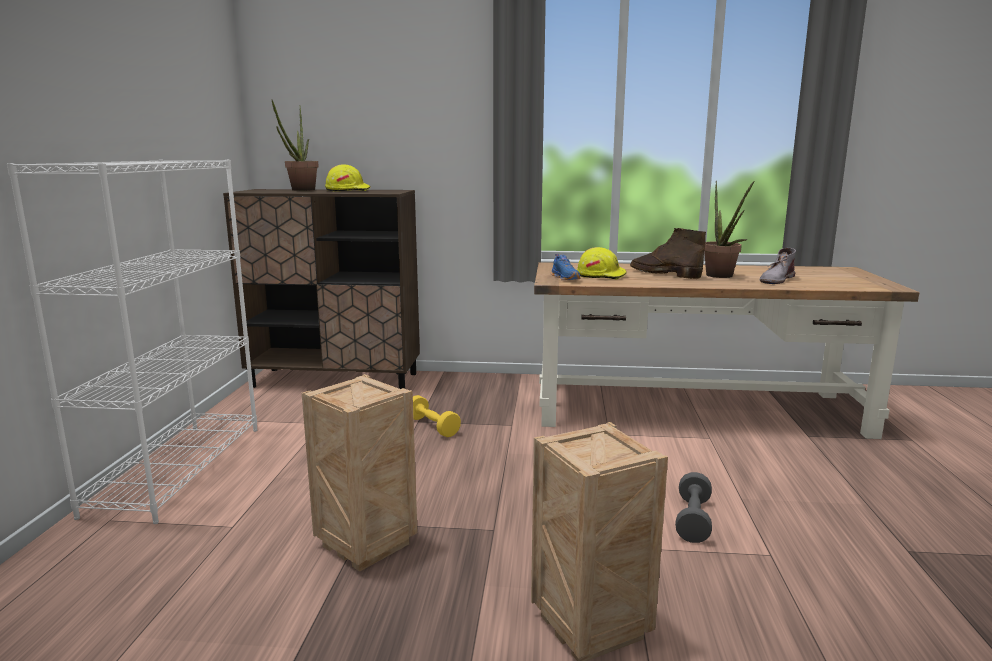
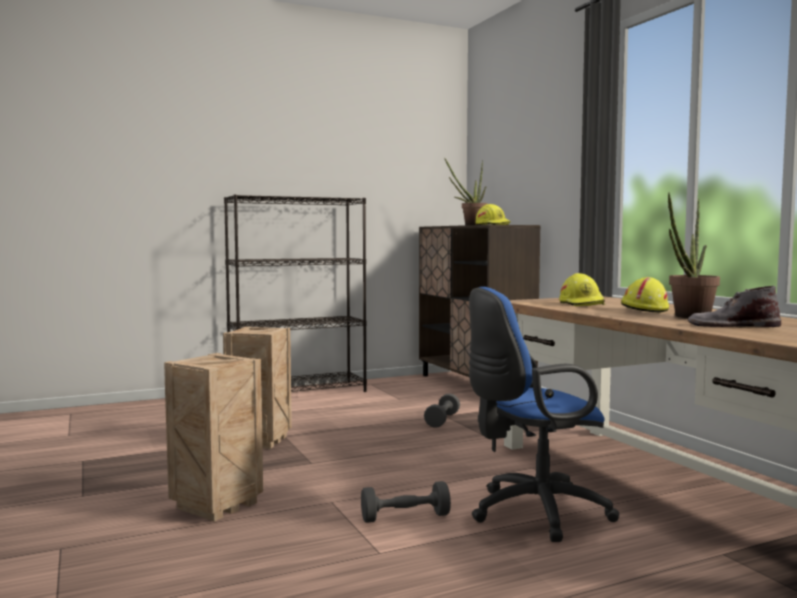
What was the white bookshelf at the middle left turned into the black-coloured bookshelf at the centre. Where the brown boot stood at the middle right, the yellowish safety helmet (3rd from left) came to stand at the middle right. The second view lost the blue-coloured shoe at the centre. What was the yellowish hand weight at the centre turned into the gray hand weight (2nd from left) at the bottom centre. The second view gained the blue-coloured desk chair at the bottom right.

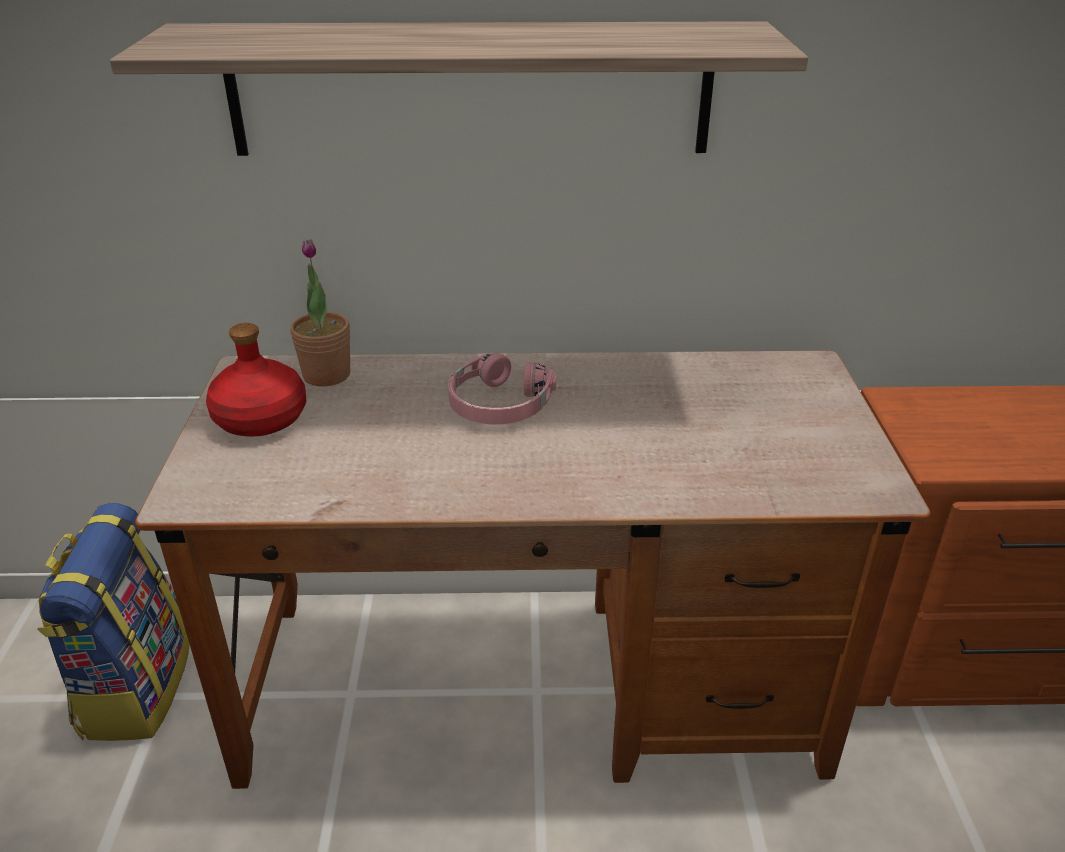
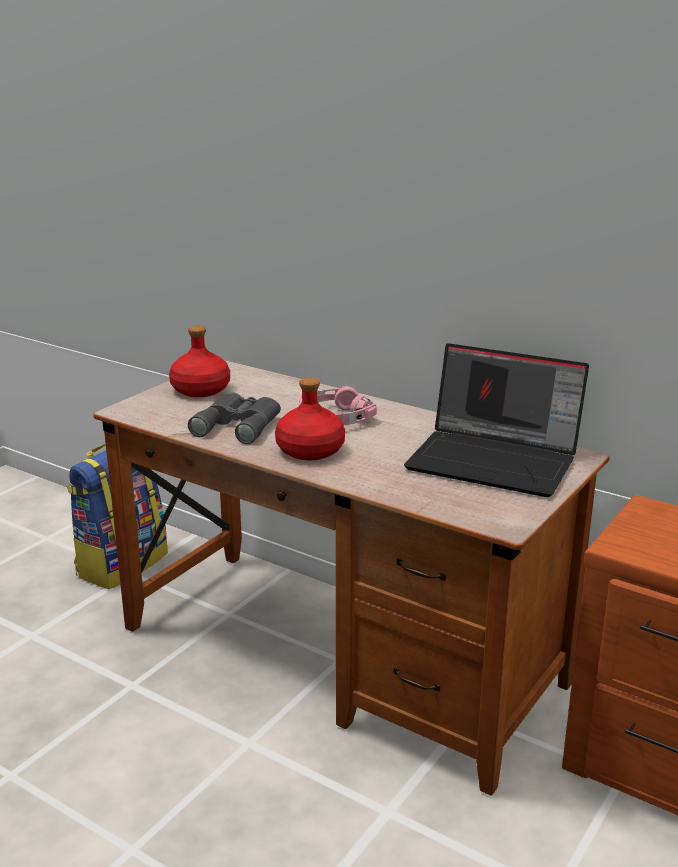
The second view lost the bracket shelf at the top centre. The second view lost the plant in a pot at the middle left. The second view gained the portable computer at the middle right. The second view gained the red-coloured bottle (2nd from left) at the centre. The second view gained the gray pair of binoculars at the centre.

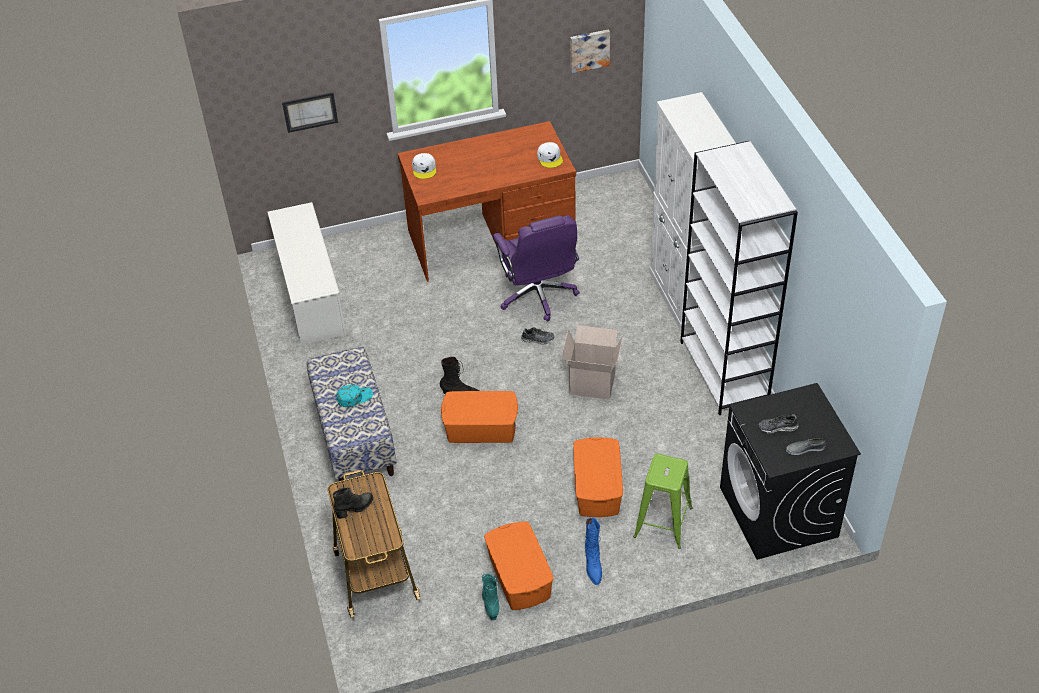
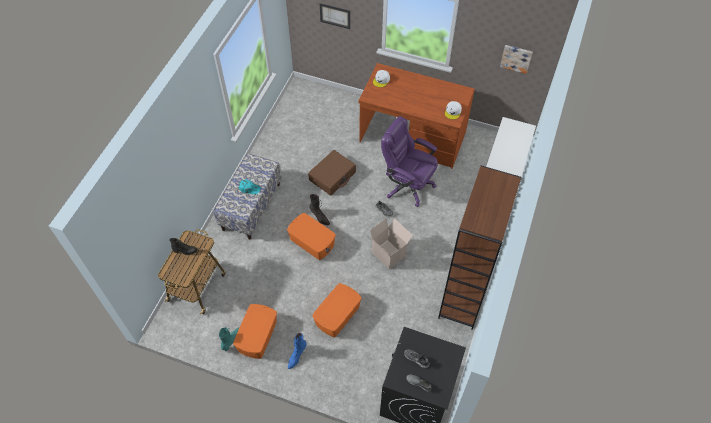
What was the white bookshelf at the middle right turned into the brown bookshelf at the middle right. The second view lost the white shoe rack at the middle left. The purple-coloured desk chair at the centre ended up facing another way, 105 degrees clockwise from before. The second view lost the green stool seat at the bottom centre. The second view gained the brown travel case at the centre.

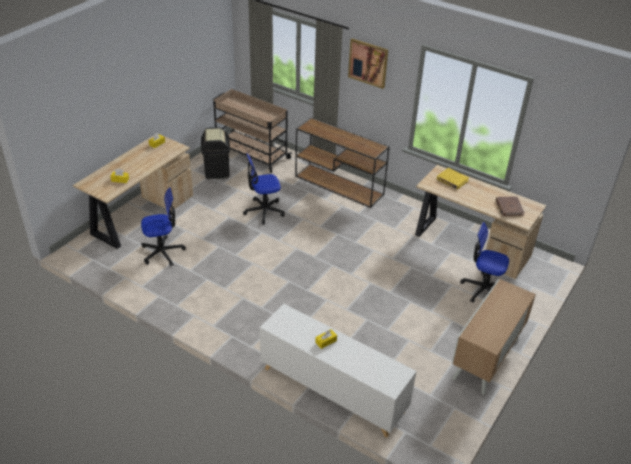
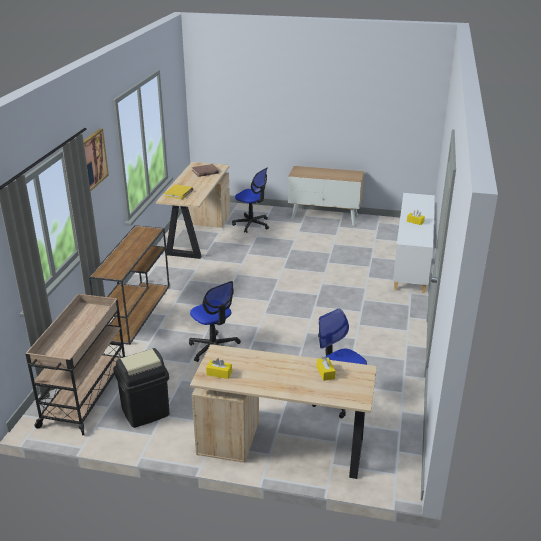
The desk chair (3rd from left in the first image) at the middle right ended up facing another way, 60 degrees counterclockwise from before.

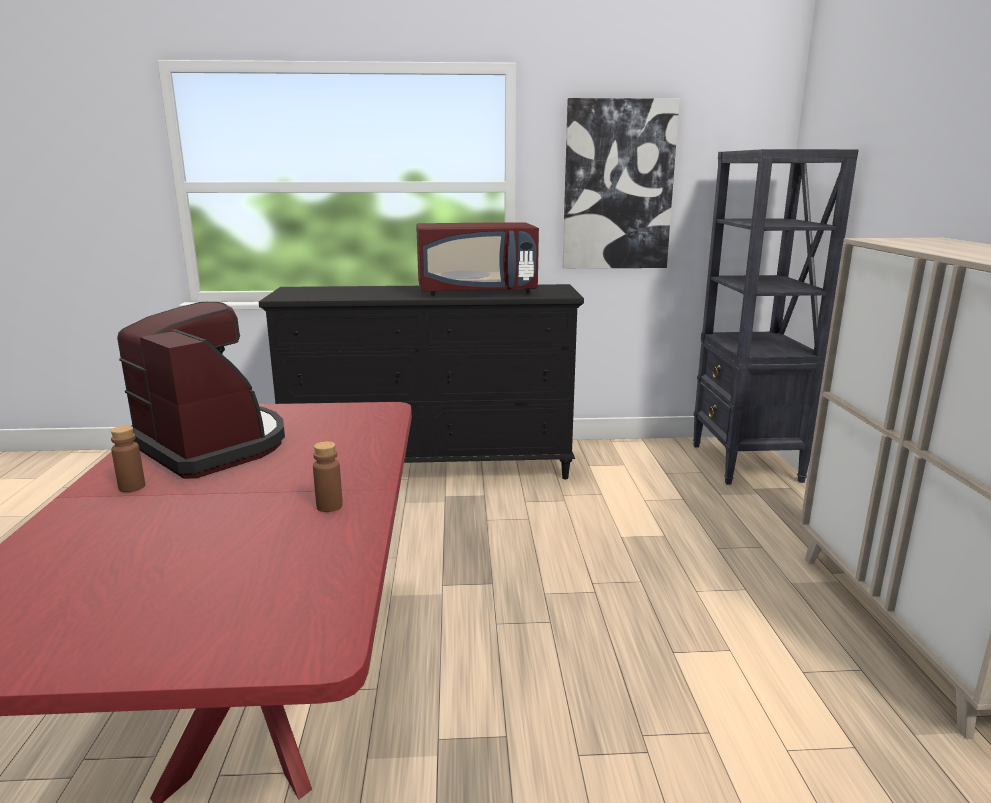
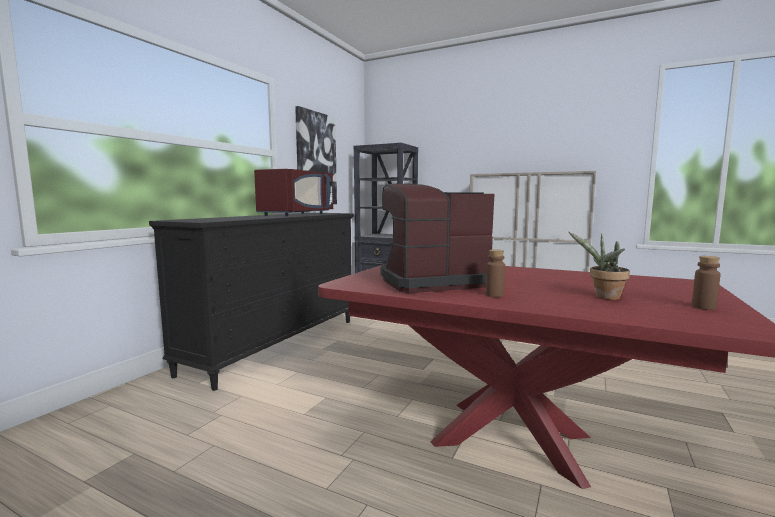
The brown bottle (2nd from left) ended up elsewhere, having gone from the middle left to the middle right. The second view gained the plant in a pot at the middle right.

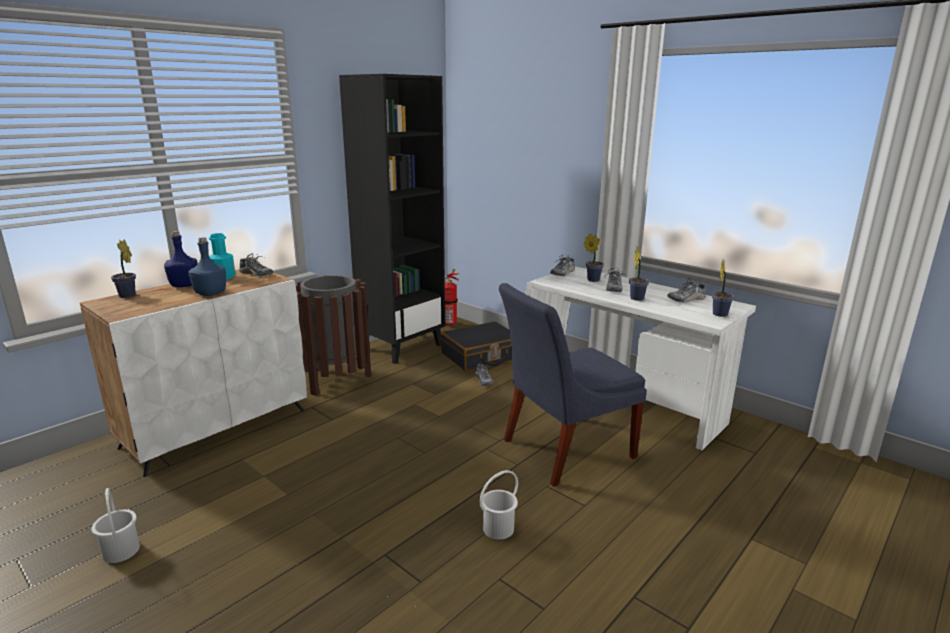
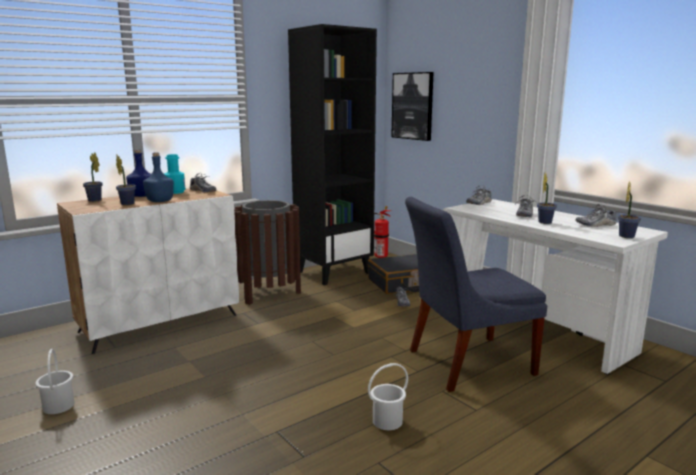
The plant in a pot (2nd from left) ended up elsewhere, having gone from the centre to the middle left. The second view gained the wall picture at the top centre.

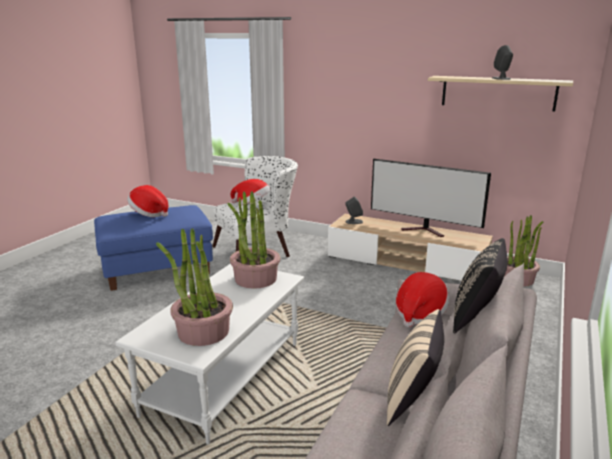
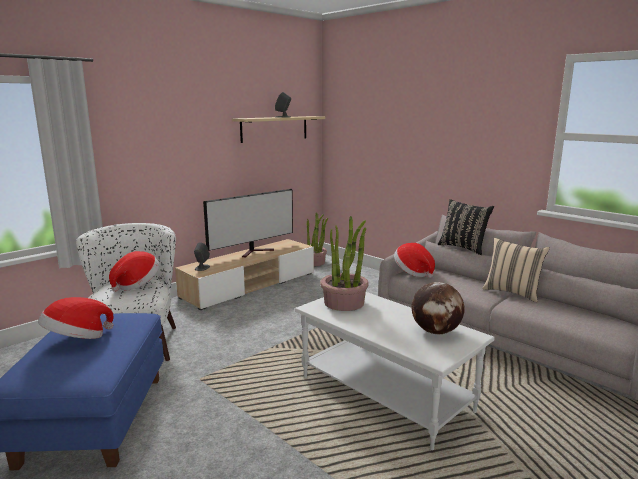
Where the plant in a pot (1st from left) stood at the middle left, the globe came to stand at the middle right.

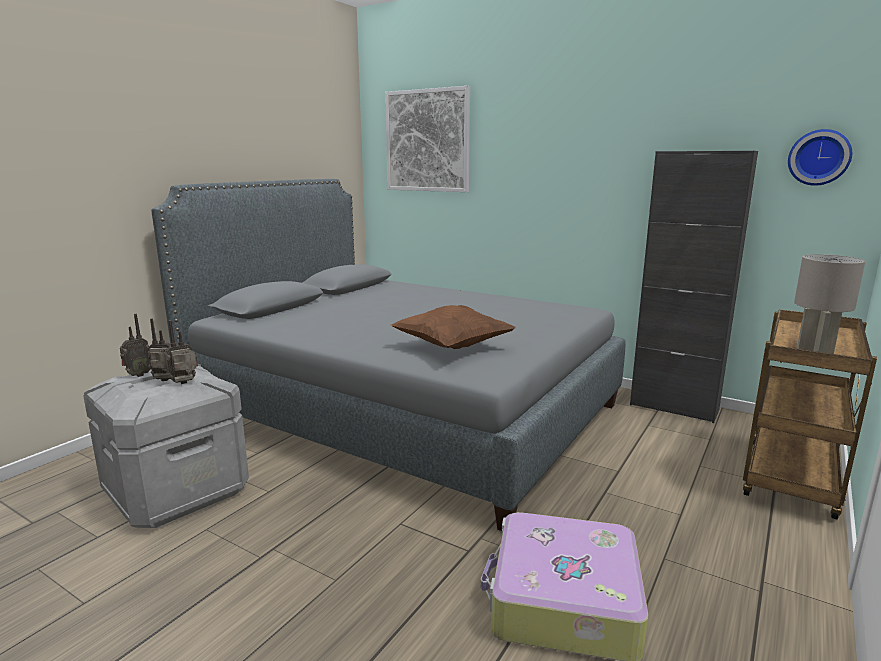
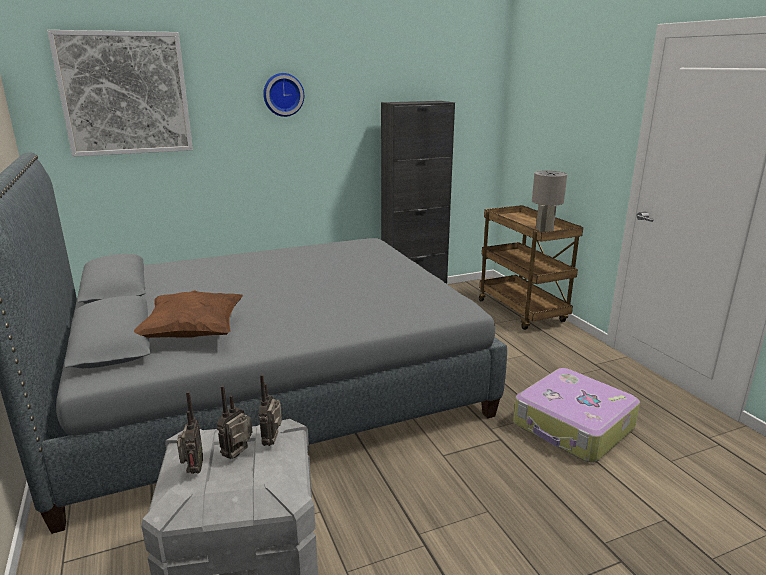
The wall clock ended up elsewhere, having gone from the top right to the top centre. The brown throw pillow ended up elsewhere, having gone from the centre to the middle left.

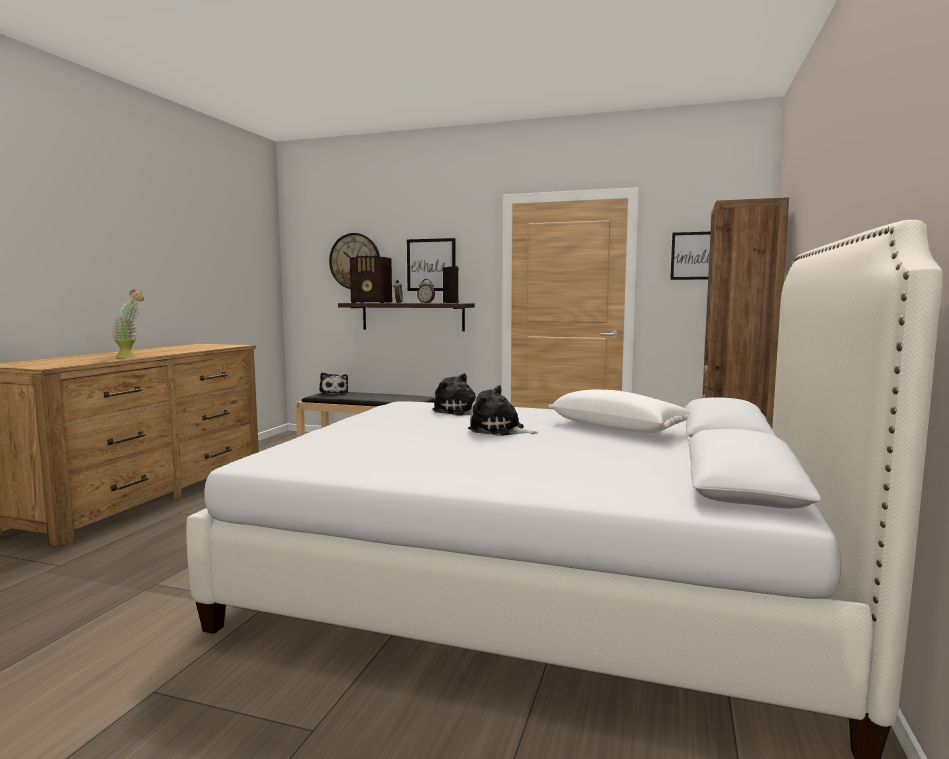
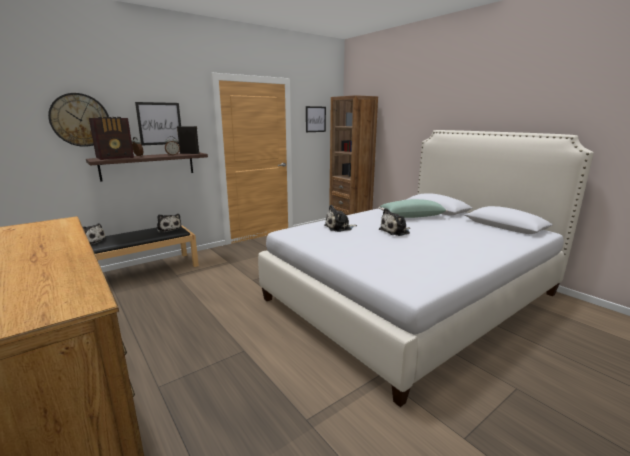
The second view lost the plant in a pot at the middle left. What was the white throw pillow at the centre turned into the green throw pillow at the centre. The second view gained the plush toy (2nd from left) at the middle left.

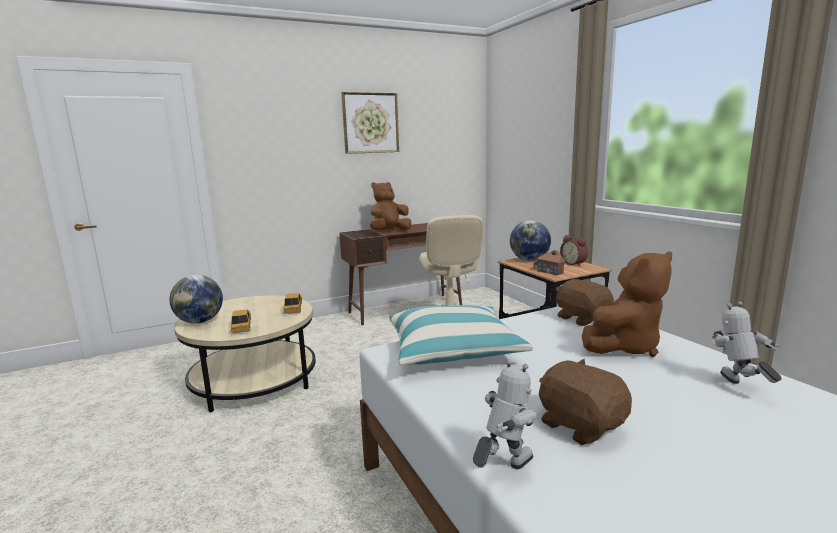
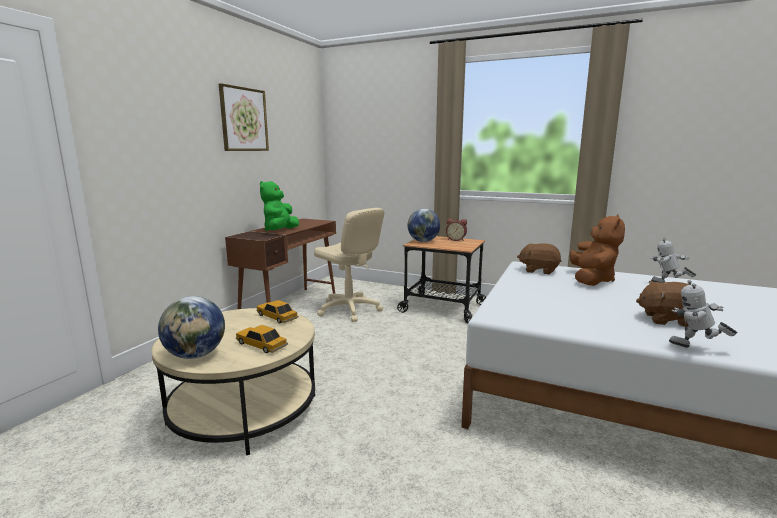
What was the brown plush toy (1st from left) at the centre turned into the green plush toy at the centre. The second view lost the model house at the centre. The second view lost the throw pillow at the centre. The robot figure (1st from left in the first image) at the bottom centre ended up facing another way, 75 degrees counterclockwise from before.

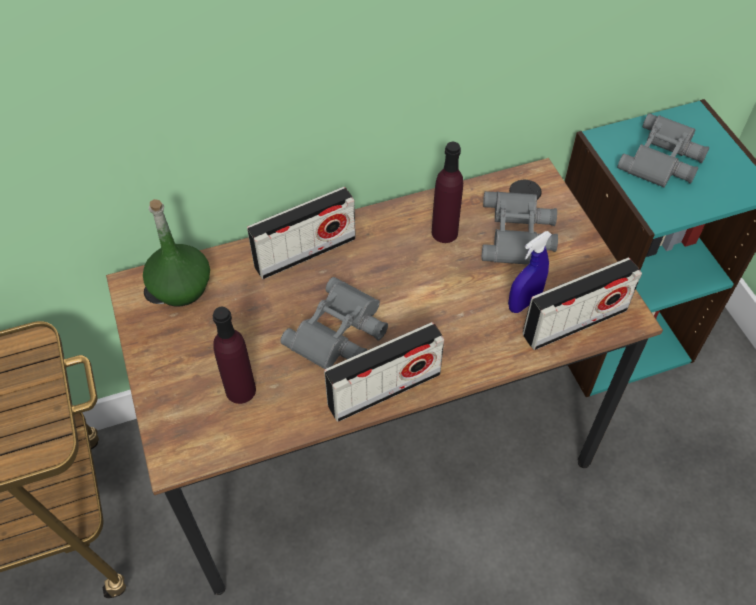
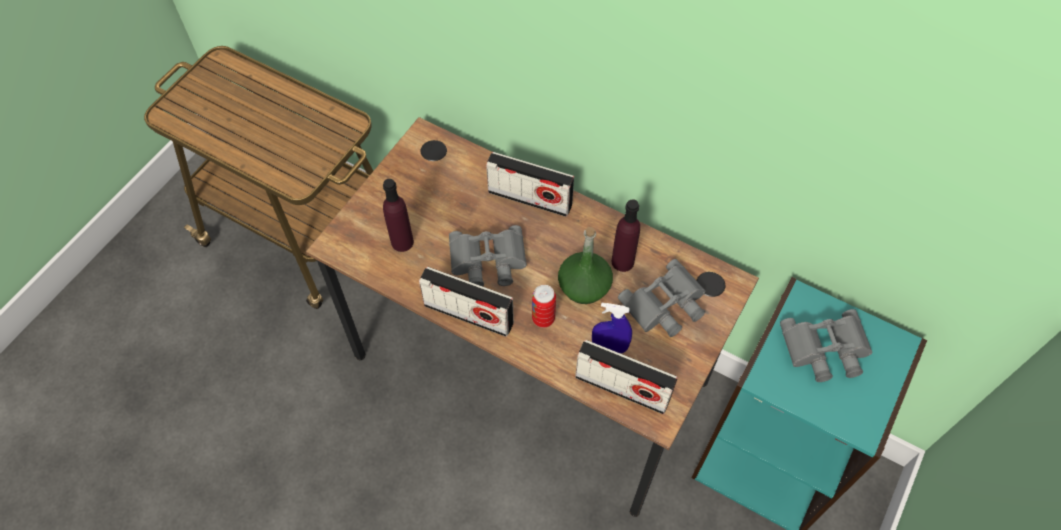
The green bottle ended up elsewhere, having gone from the middle left to the centre. The second view gained the sealed can at the centre.

